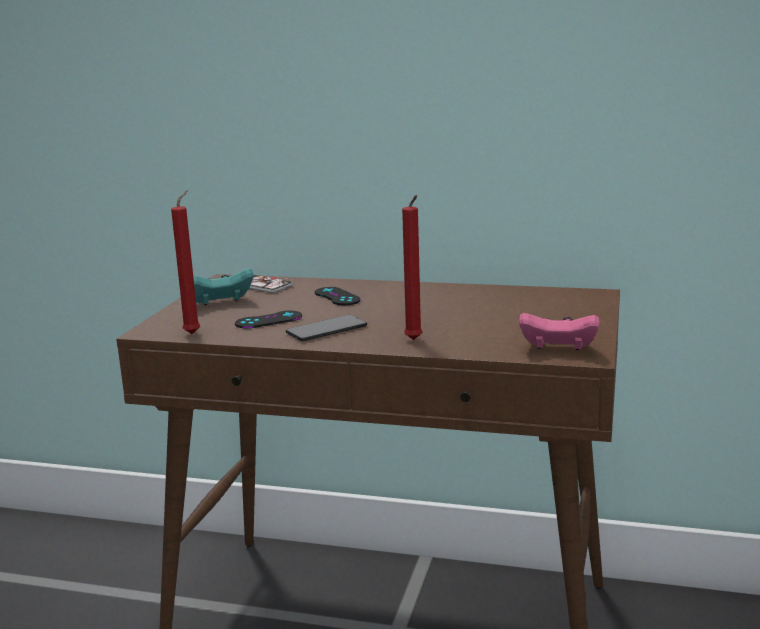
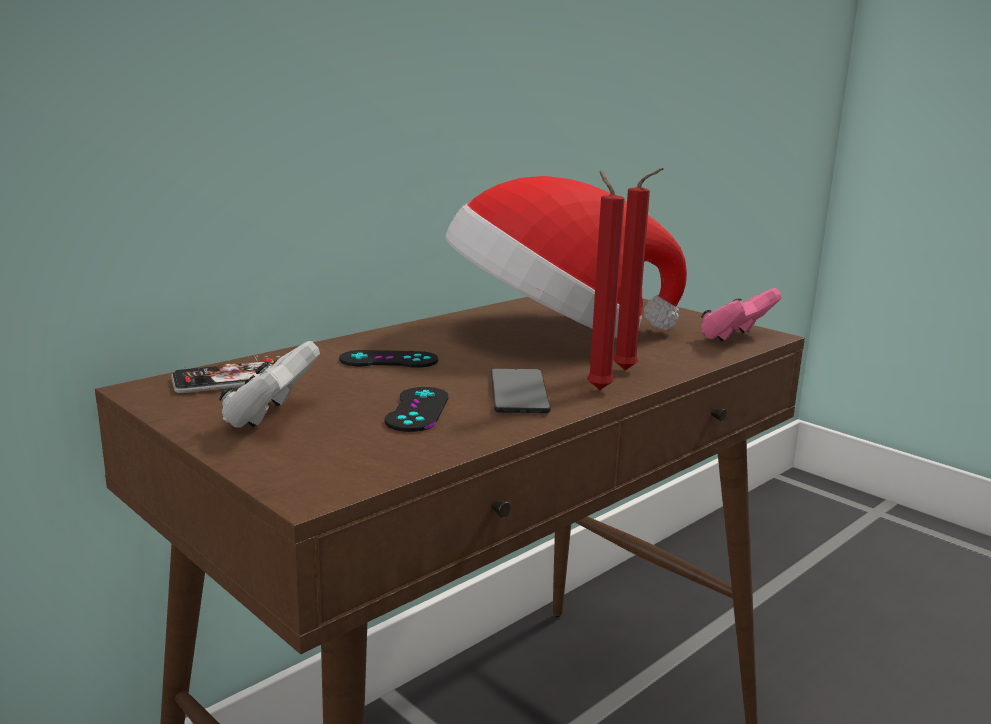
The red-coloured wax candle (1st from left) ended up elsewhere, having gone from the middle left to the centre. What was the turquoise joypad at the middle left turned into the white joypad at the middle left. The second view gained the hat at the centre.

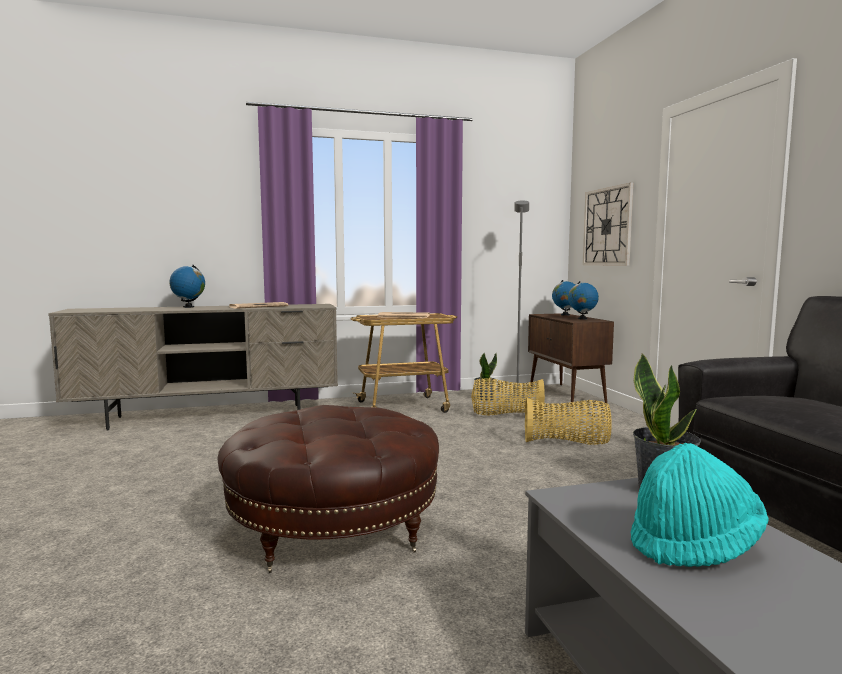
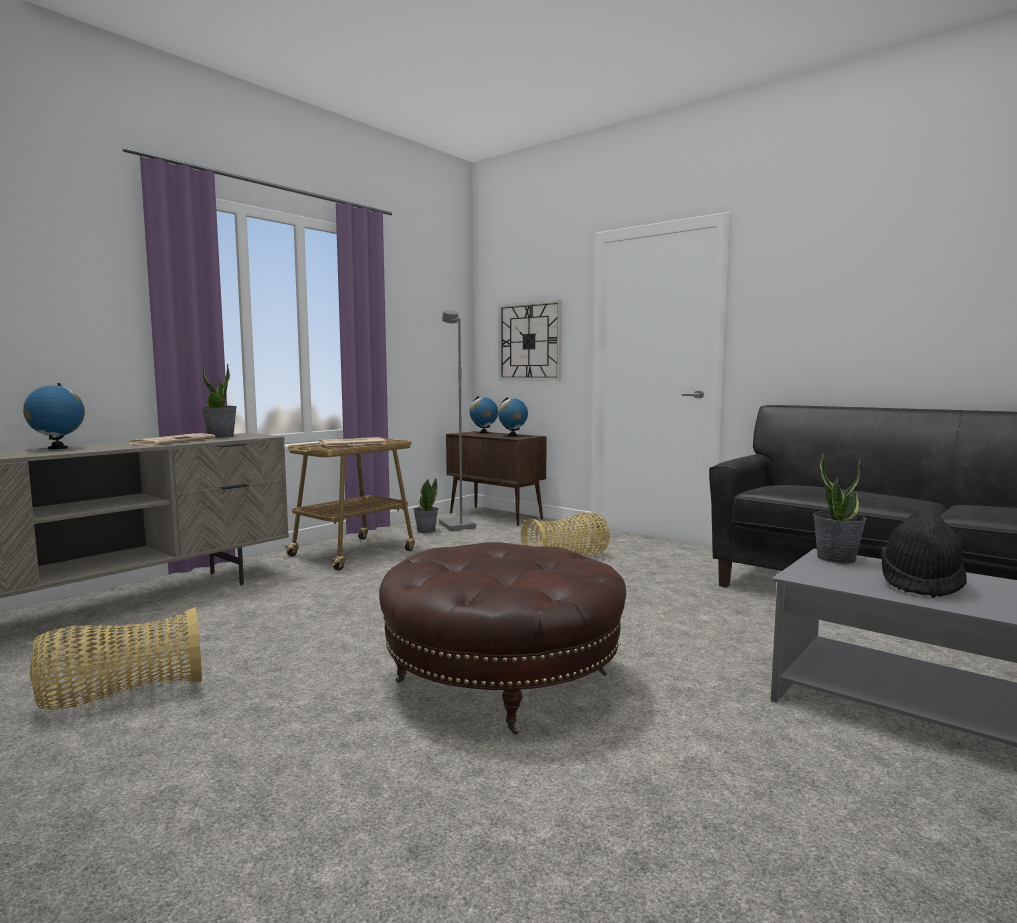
The storage basket (1st from left) ended up elsewhere, having gone from the centre to the bottom left. What was the turquoise hat at the bottom right turned into the black-coloured hat at the middle right. The second view gained the plant in a pot (1st from left) at the middle left.

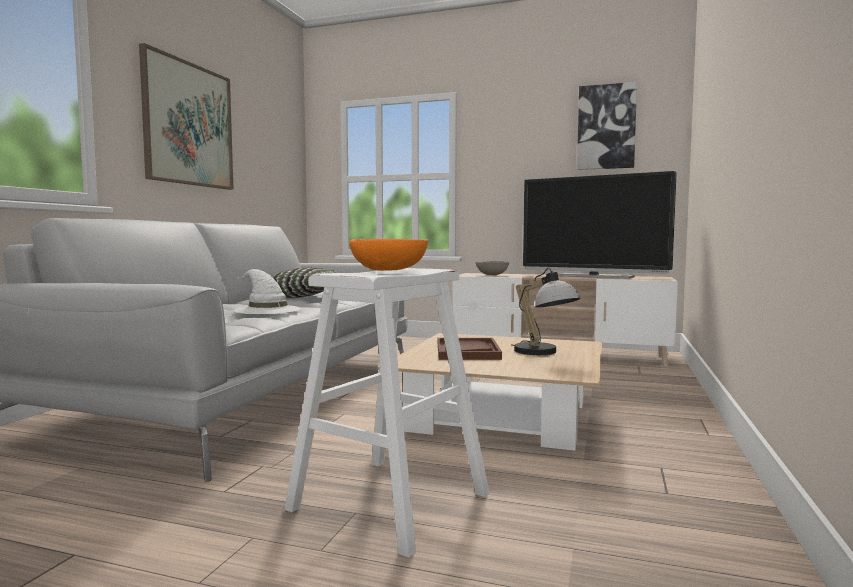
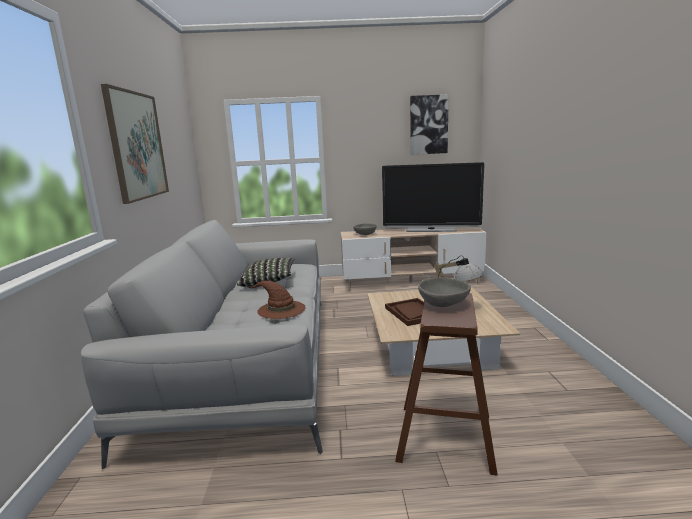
What was the orange bowl at the centre turned into the gray bowl (2nd from left) at the centre. What was the white stool seat at the bottom centre turned into the brown stool seat at the bottom centre. What was the white hat at the middle left turned into the brown hat at the centre.

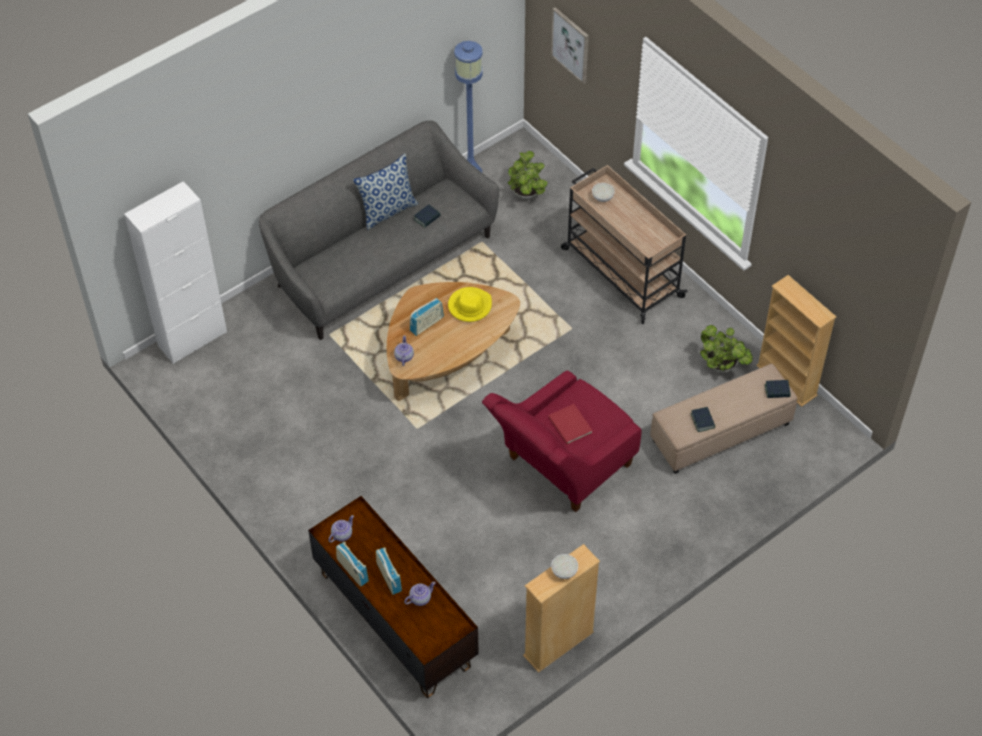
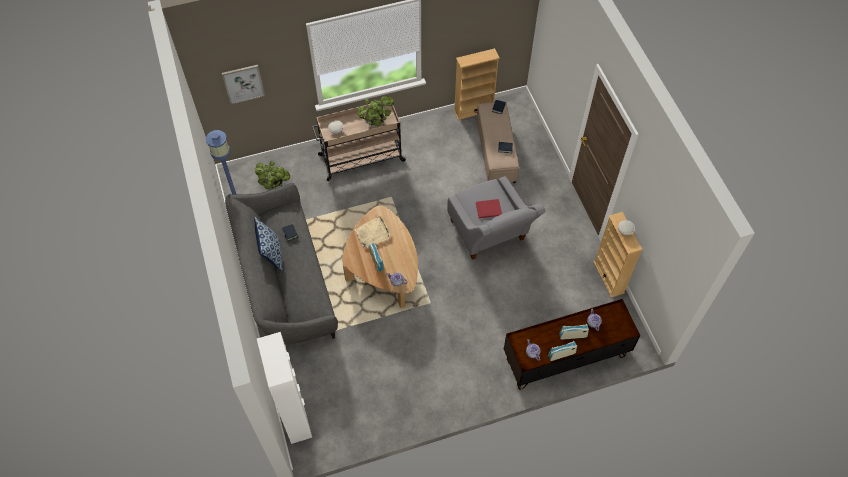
Where the yellowish hat stood at the centre, the beige-coloured tray came to stand at the centre. The plant in a pot (2nd from left) ended up elsewhere, having gone from the middle right to the top centre. What was the red-coloured easy chair at the centre turned into the gray easy chair at the centre.

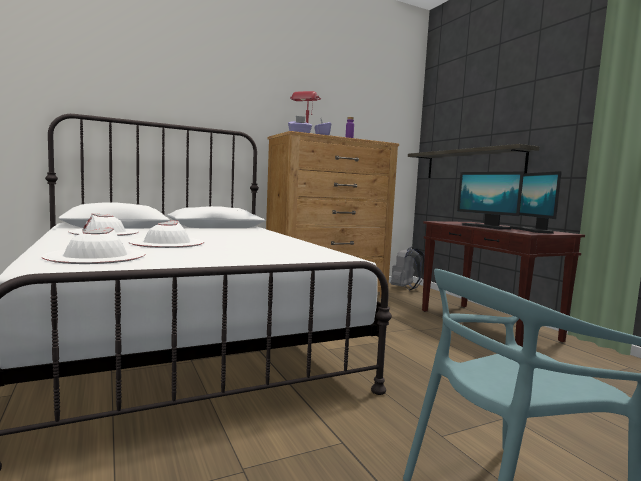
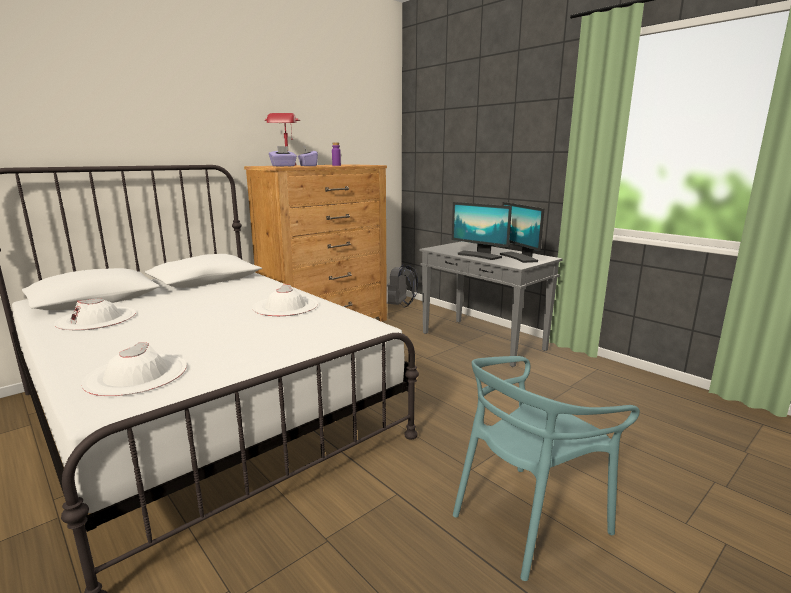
The second view lost the bracket shelf at the middle right. The white hat (3rd from left) ended up elsewhere, having gone from the middle left to the centre. What was the brown hall table at the middle right turned into the gray hall table at the centre.

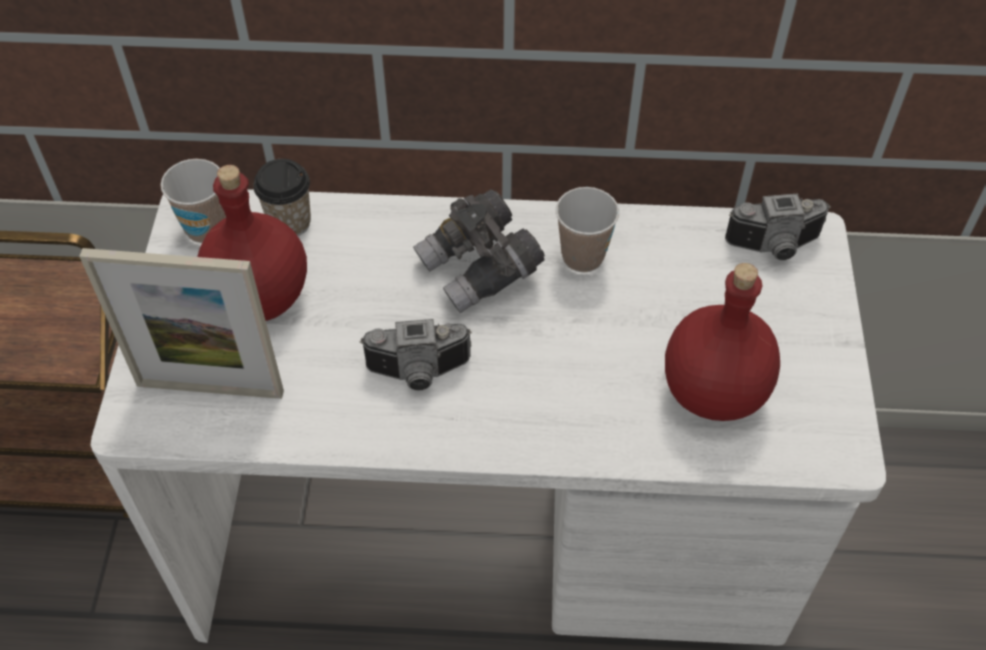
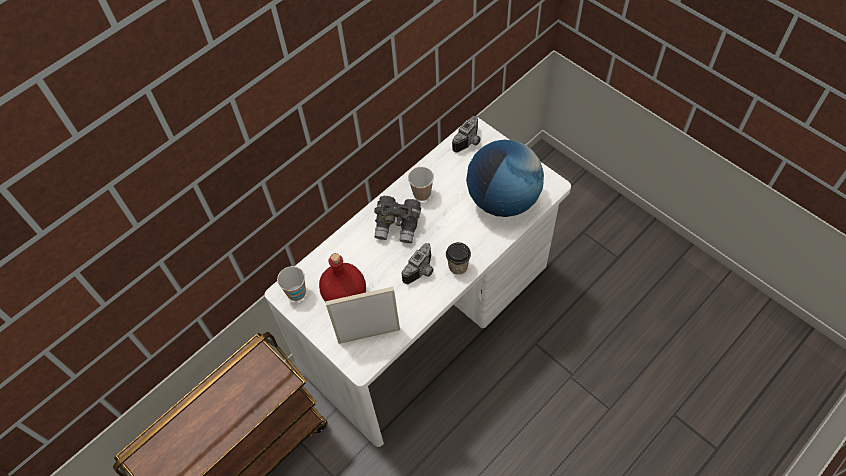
The small cup (2nd from left in the first image) ended up elsewhere, having gone from the top left to the centre. The photo frame at the middle left ended up facing another way, 150 degrees counterclockwise from before. Where the red-coloured bottle (2nd from left) stood at the middle right, the globe came to stand at the centre.

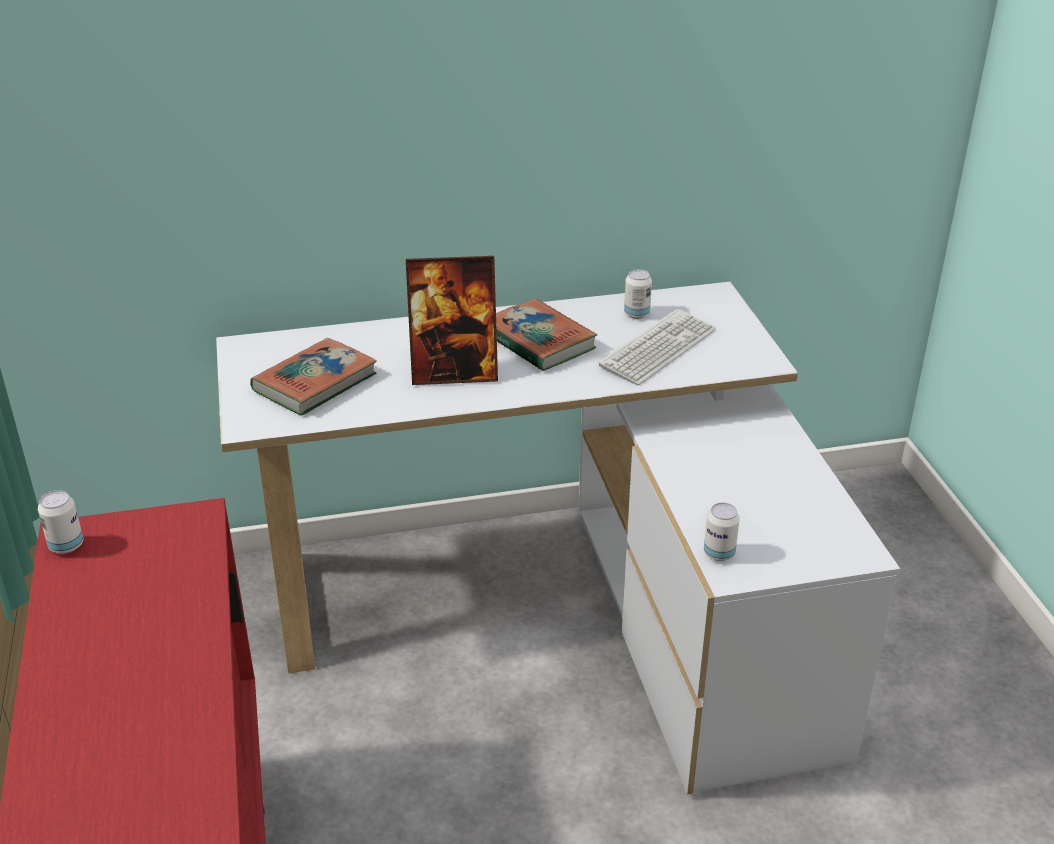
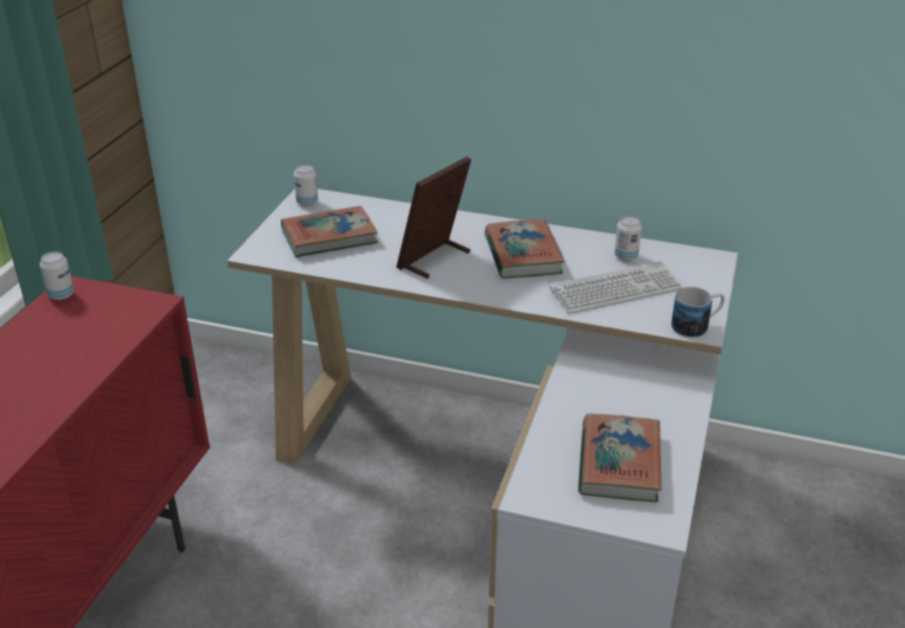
The photo frame at the centre ended up facing another way, 105 degrees clockwise from before. The sealed can (3rd from left in the first image) ended up elsewhere, having gone from the middle right to the top centre. The second view gained the tea mug at the middle right. The second view gained the book (3rd from left) at the bottom right.

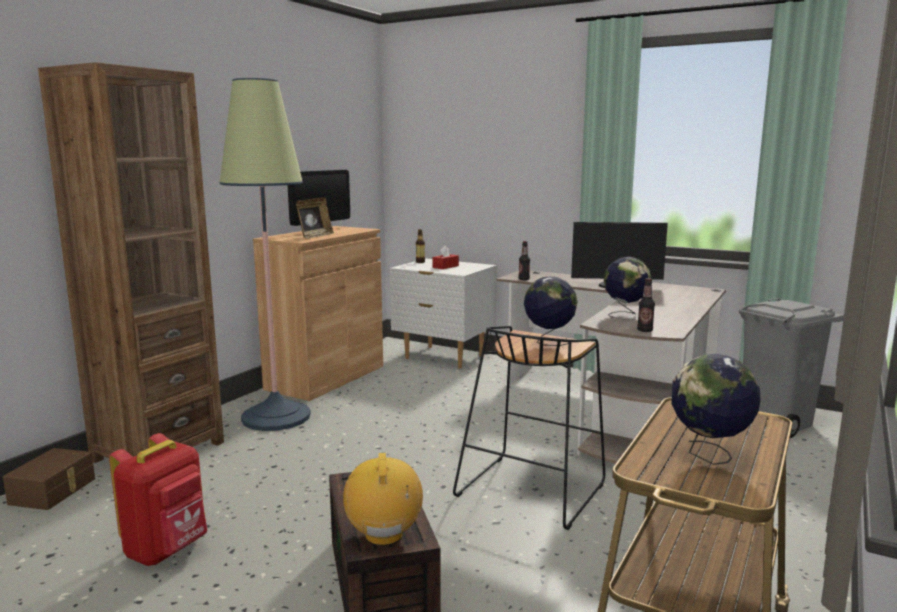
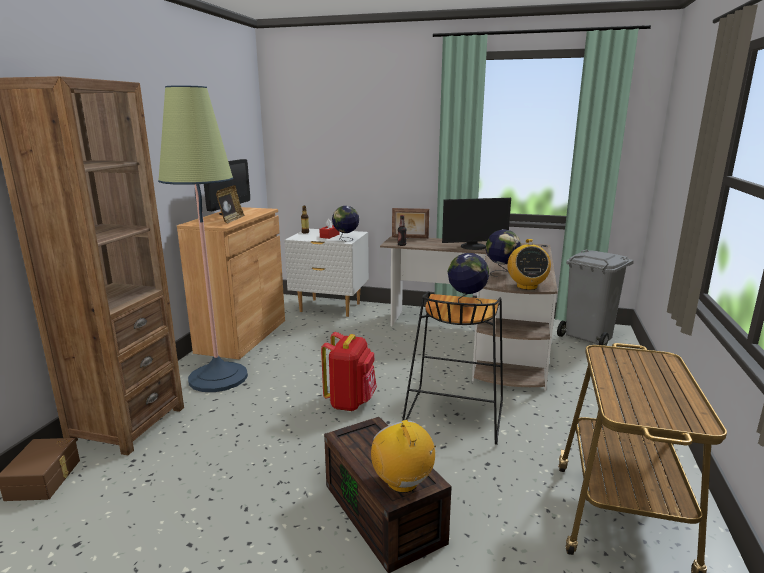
Where the bottle (3rd from left) stood at the middle right, the radio receiver (2nd from left) came to stand at the middle right. The globe (3rd from left in the first image) ended up elsewhere, having gone from the bottom right to the centre. The red-coloured rucksack ended up elsewhere, having gone from the bottom left to the centre. The second view gained the photo frame (2nd from left) at the centre.

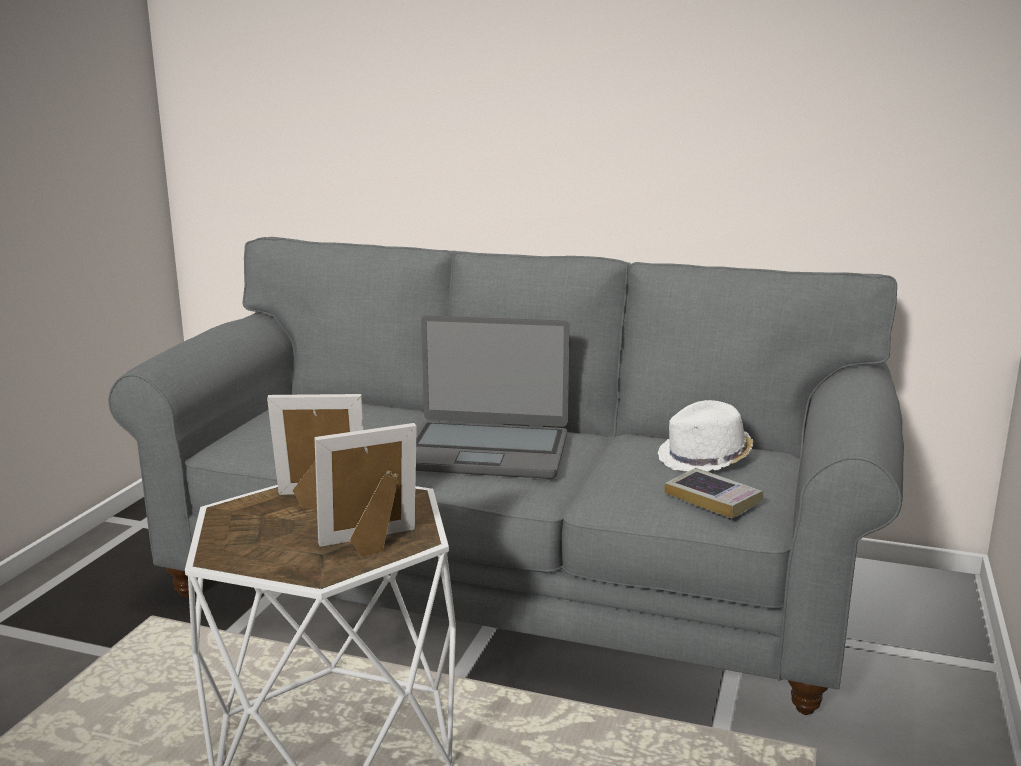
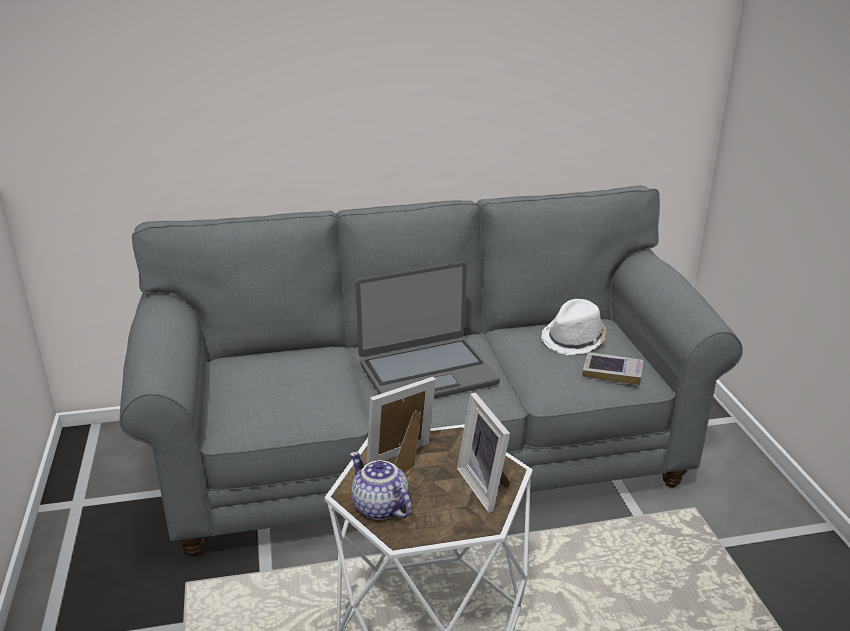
The photo frame (2nd from left) at the centre ended up facing another way, 60 degrees counterclockwise from before. The second view gained the pot for tea at the bottom centre.

